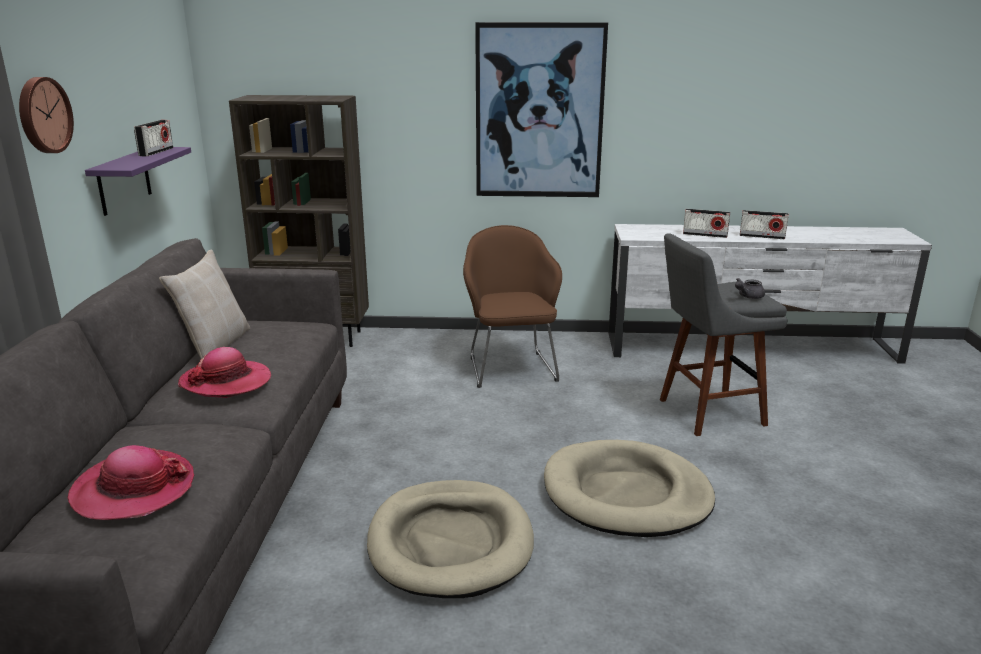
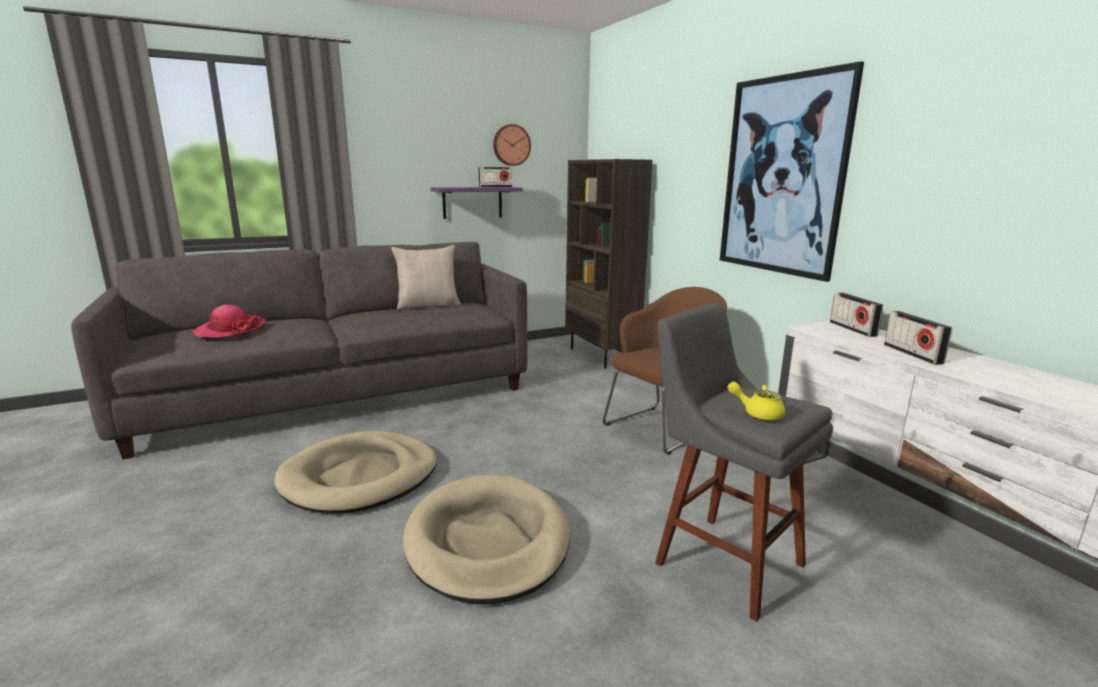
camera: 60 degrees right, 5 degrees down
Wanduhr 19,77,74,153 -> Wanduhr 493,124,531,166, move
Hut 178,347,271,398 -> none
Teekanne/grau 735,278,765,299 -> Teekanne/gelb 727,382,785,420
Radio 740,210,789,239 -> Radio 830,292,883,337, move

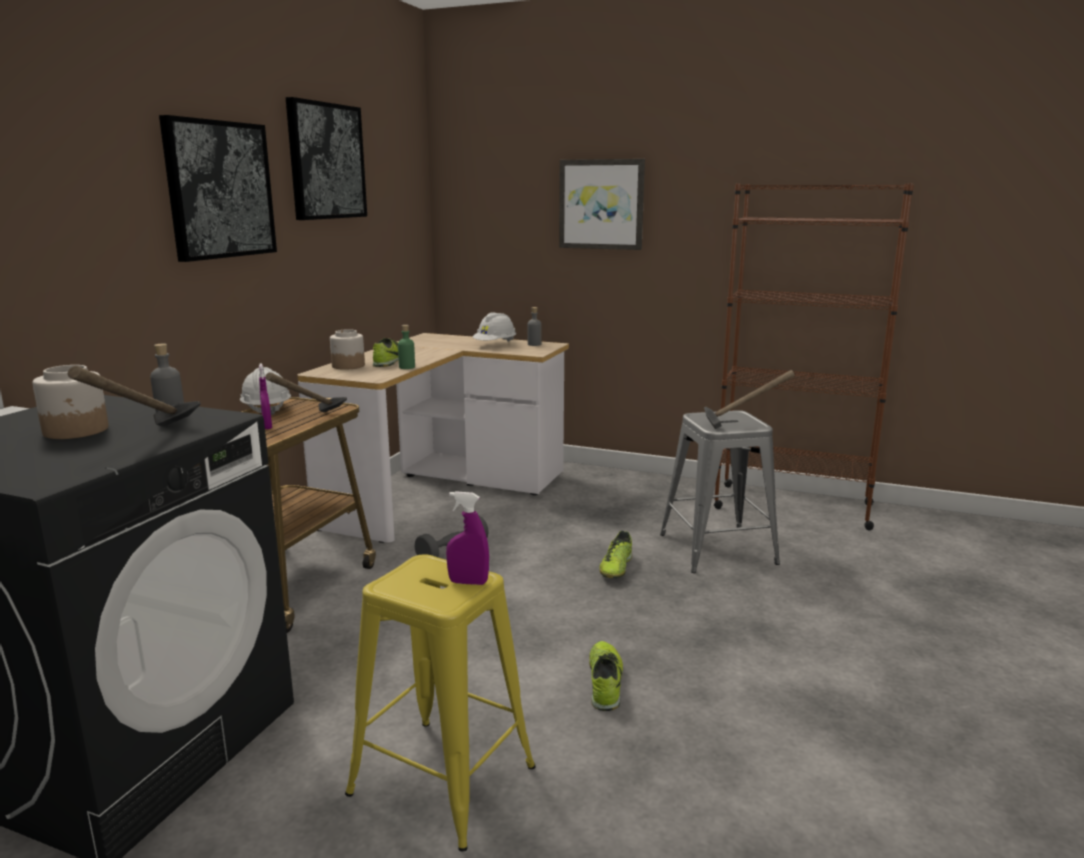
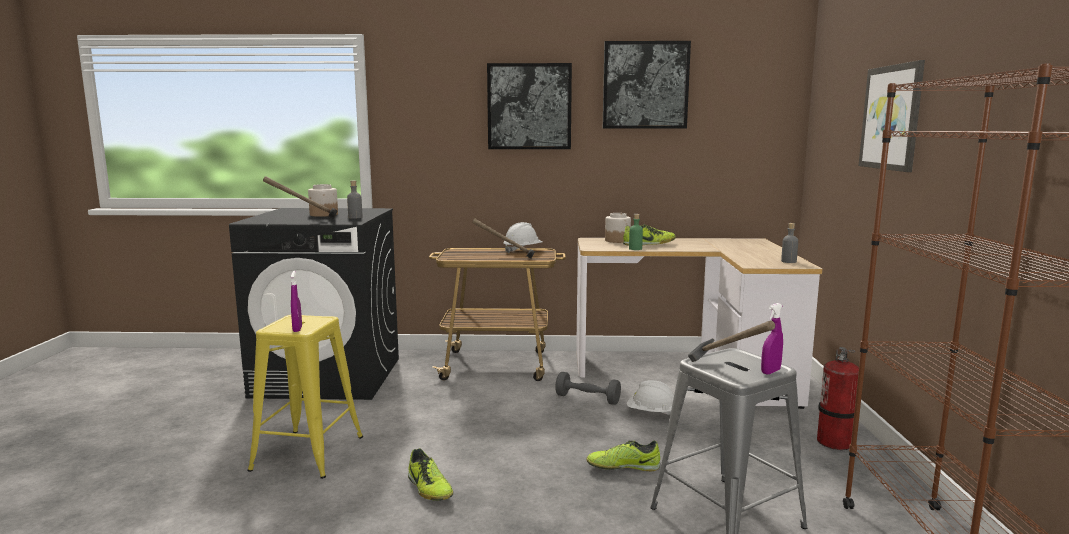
camera: 70 degrees right, 5 degrees down
Sprühflasche/lila 259,363,272,429 -> Sprühflasche/lila 761,303,783,375, move
Schutzhelm/weiß 473,312,516,342 -> Schutzhelm/weiß 627,380,674,415, move
Schuh 589,641,623,711 -> Schuh 408,448,453,501, 75 degrees clockwise
none -> Feuerlöscher 817,347,859,450

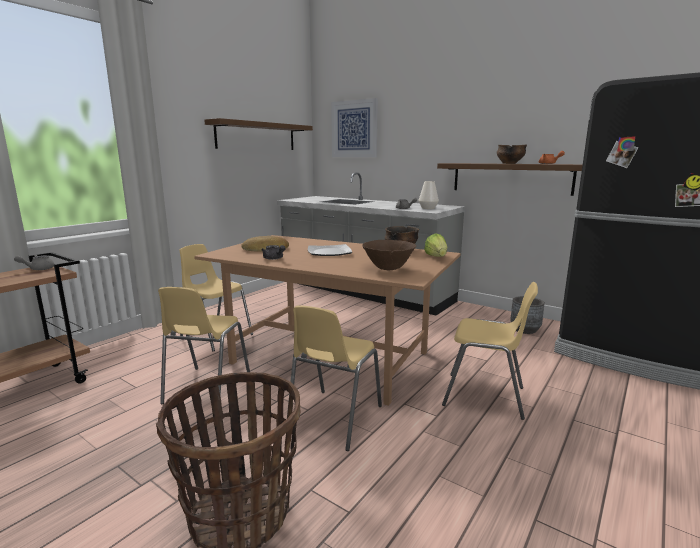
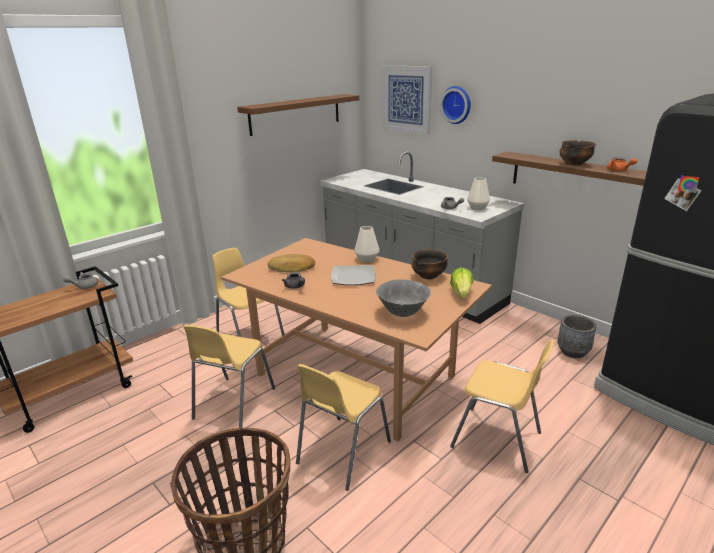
camera: 10 degrees right, 10 degrees up
Schüssel/braun 362,240,416,270 -> Schüssel/grau 376,279,431,317
none -> Vase/weiß 354,226,379,262
none -> Wanduhr 440,86,471,124

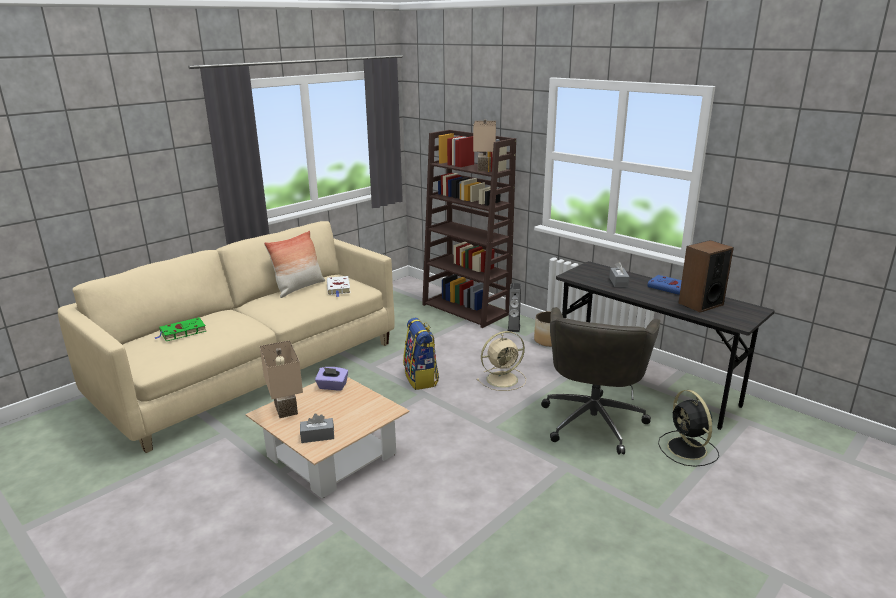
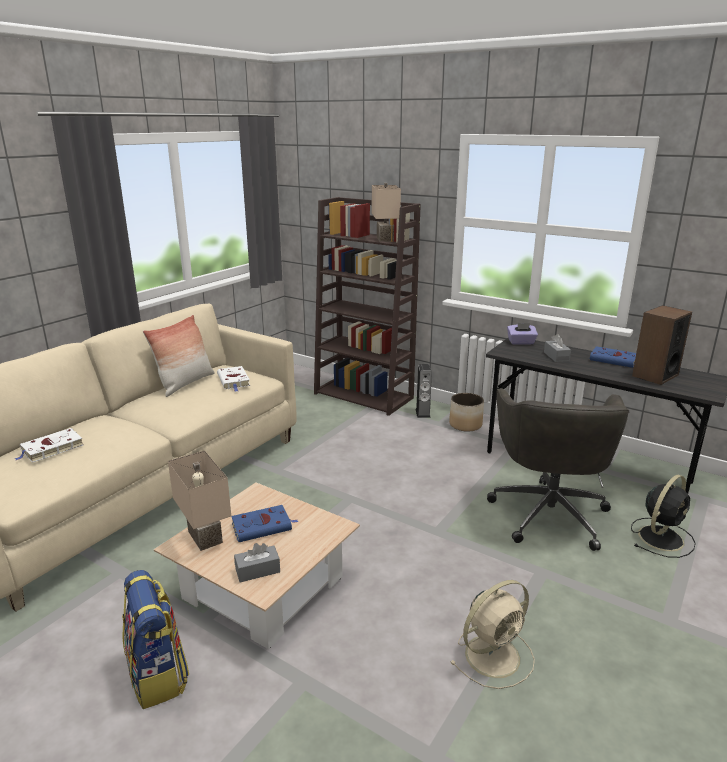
camera: 10 degrees left, 0 degrees up
Buch/grün 155,317,206,341 -> Buch/weiß 15,428,83,463
Taschentuchbox/lila 315,367,348,390 -> Taschentuchbox/lila 507,323,538,345, move
Rucksack 403,318,439,390 -> Rucksack 122,570,189,709, move
Ventilator/beige 477,331,526,391 -> Ventilator/beige 450,580,535,689, move
Ventilator/schwarz 658,390,719,467 -> Ventilator/schwarz 631,475,696,558, 105 degrees counterclockwise
none -> Buch/blau 231,505,299,542

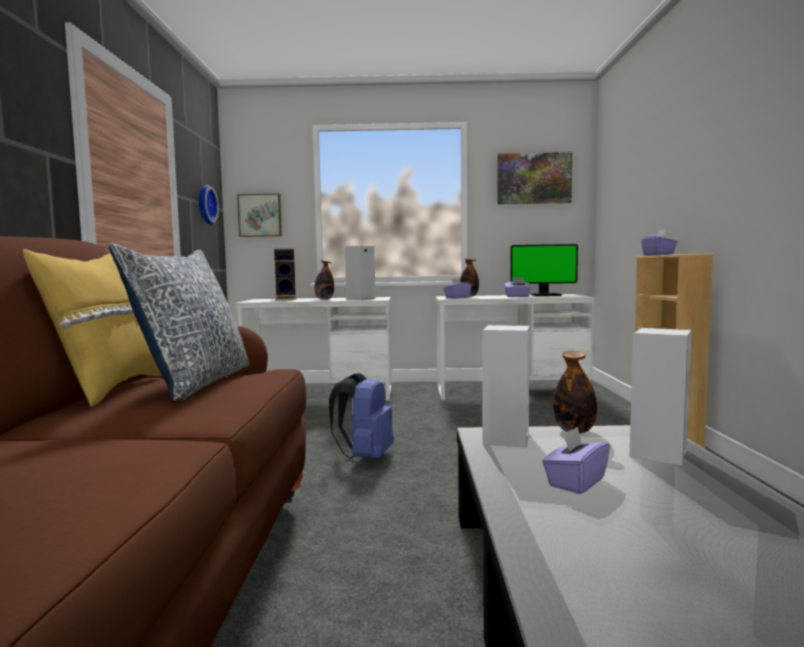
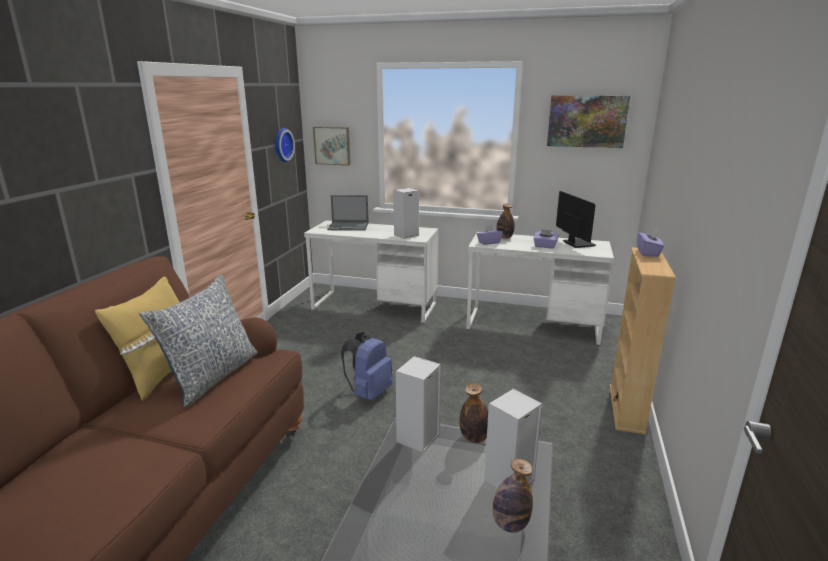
camera: 15 degrees right, 15 degrees up
Lautsprecher 273,248,297,300 -> Laptop 327,195,369,231
Flasche 315,261,334,299 -> Flasche 493,459,533,533, move
Monitor 510,244,578,296 -> Monitor 556,191,596,248, 120 degrees counterclockwise
Taschentuchbox/lila 542,427,610,494 -> none

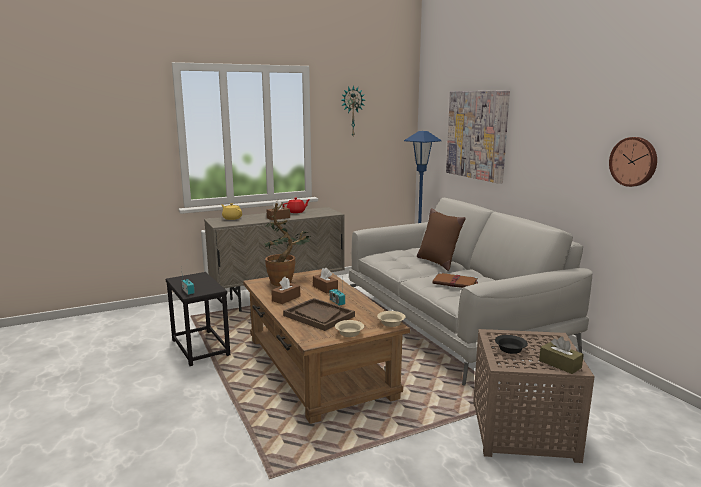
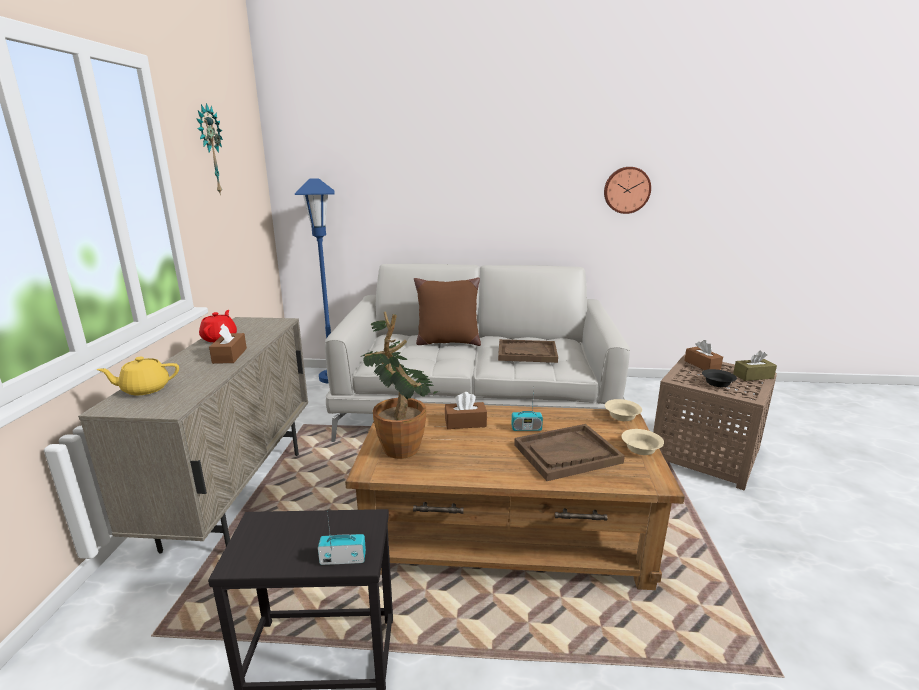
camera: 60 degrees left, 5 degrees up
Taschentuchbox/braun 271,277,300,304 -> Taschentuchbox/braun 684,340,723,370, move
Buch/braun 433,272,478,288 -> Tablett/braun 498,339,558,363
Bild 446,90,510,184 -> none

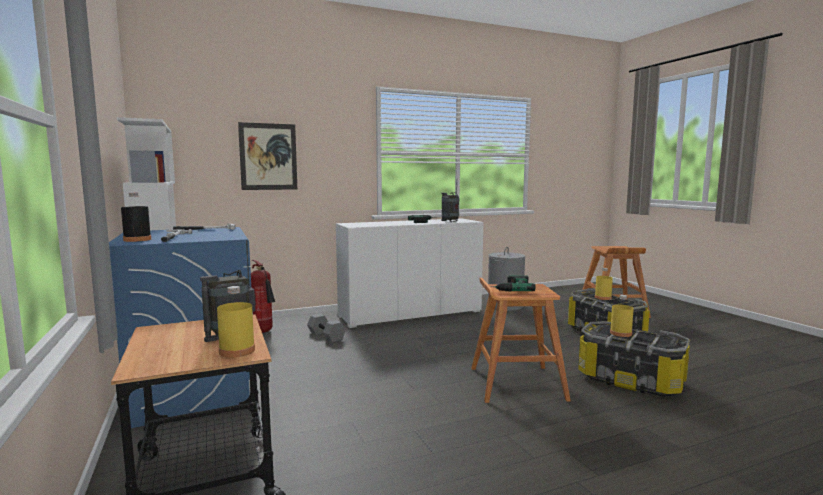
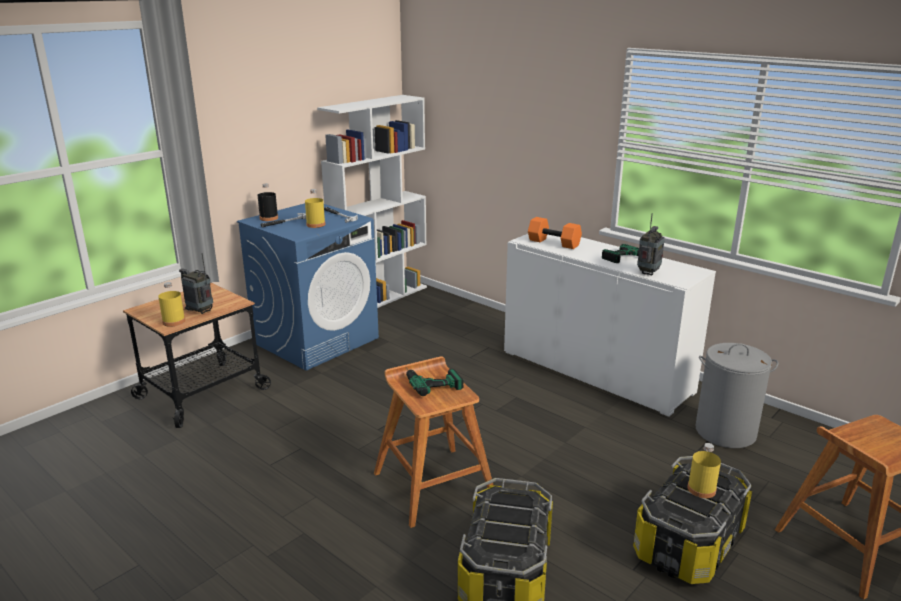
camera: 65 degrees right, 15 degrees up
Bild 238,122,297,190 -> none
Feuerlöscher 251,260,275,333 -> none
Hantel/grau 307,314,346,343 -> none
Flasche/gelb 610,295,634,337 -> Flasche/gelb 305,189,325,228, move
none -> Hantel/orange 528,217,582,249

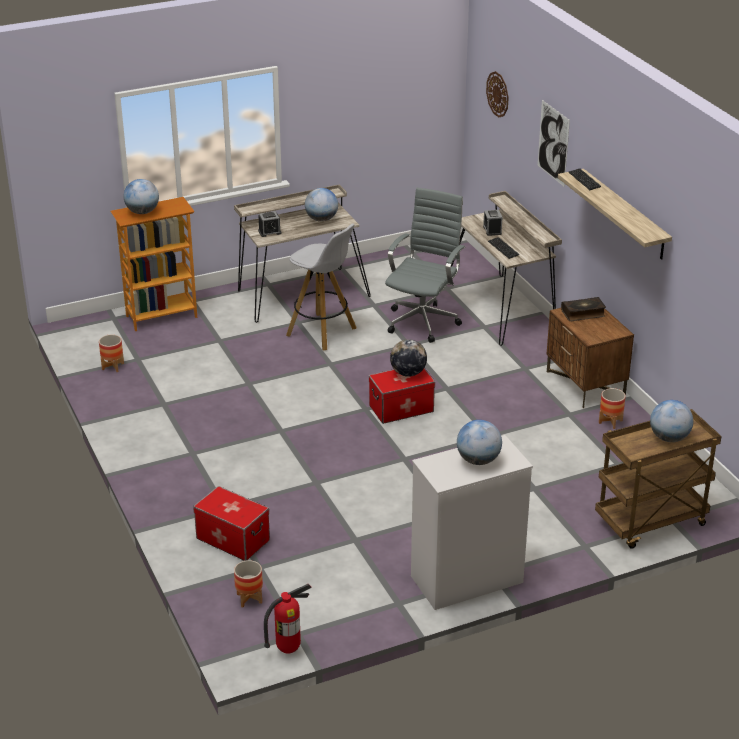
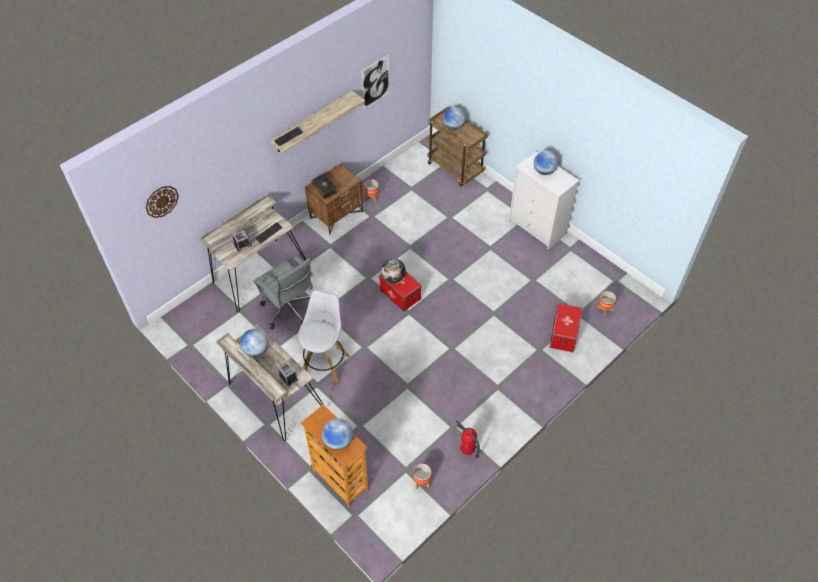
camera: 110 degrees left, 20 degrees up
Feuerlöscher 264,584,312,654 -> Feuerlöscher 456,421,480,458, move
Bürostuhl/grau 385,188,465,343 -> Bürostuhl/grau 253,256,314,329, 135 degrees counterclockwise
Bild 538,100,570,187 -> Bild 361,54,389,109, move

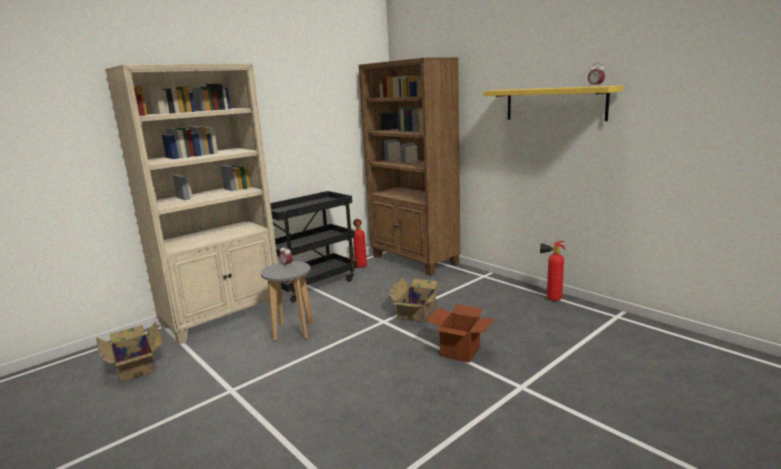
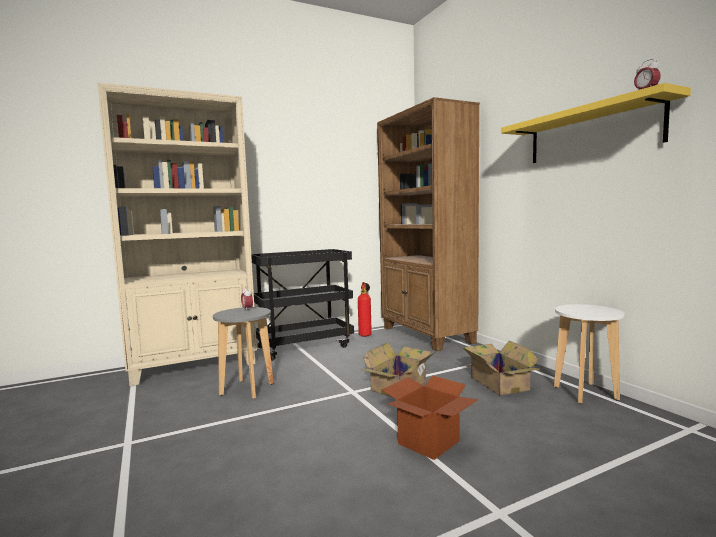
camera: 15 degrees right, 10 degrees down
Karton 96,322,163,383 -> Karton 462,341,540,396, move
Feuerlöscher 540,241,565,301 -> Hocker/weiß 554,304,624,404

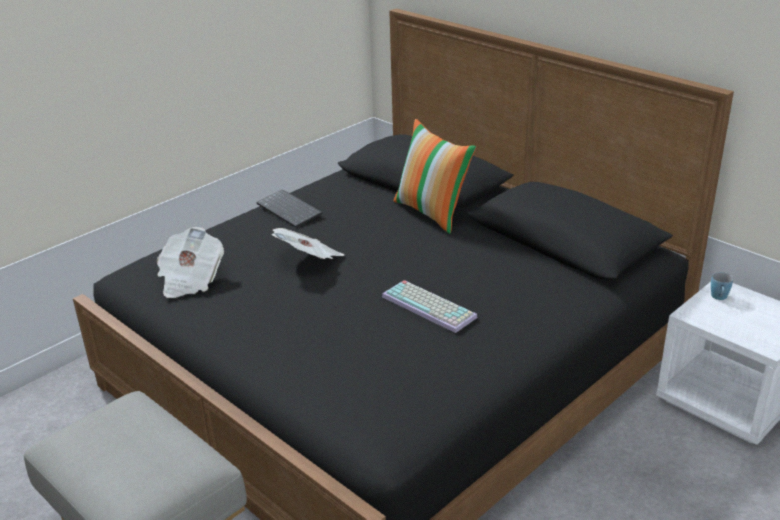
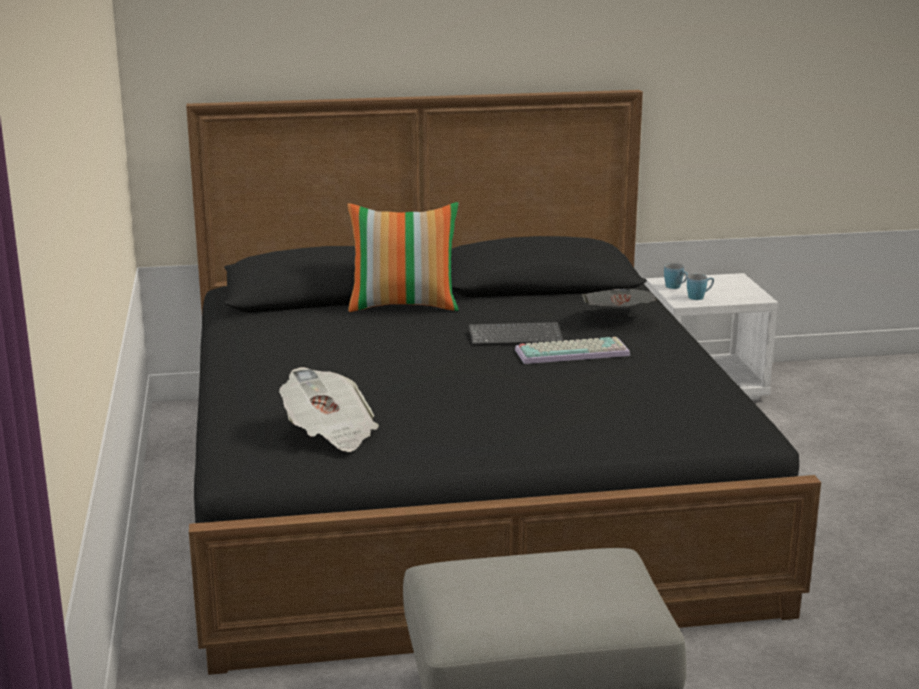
camera: 55 degrees left, 10 degrees down
Tastatur 256,189,322,228 -> Tastatur 469,322,563,346, move
Zeitung 271,228,344,259 -> Zeitung 581,289,657,306, move
none -> Henkelbecher/blau 687,274,714,300

